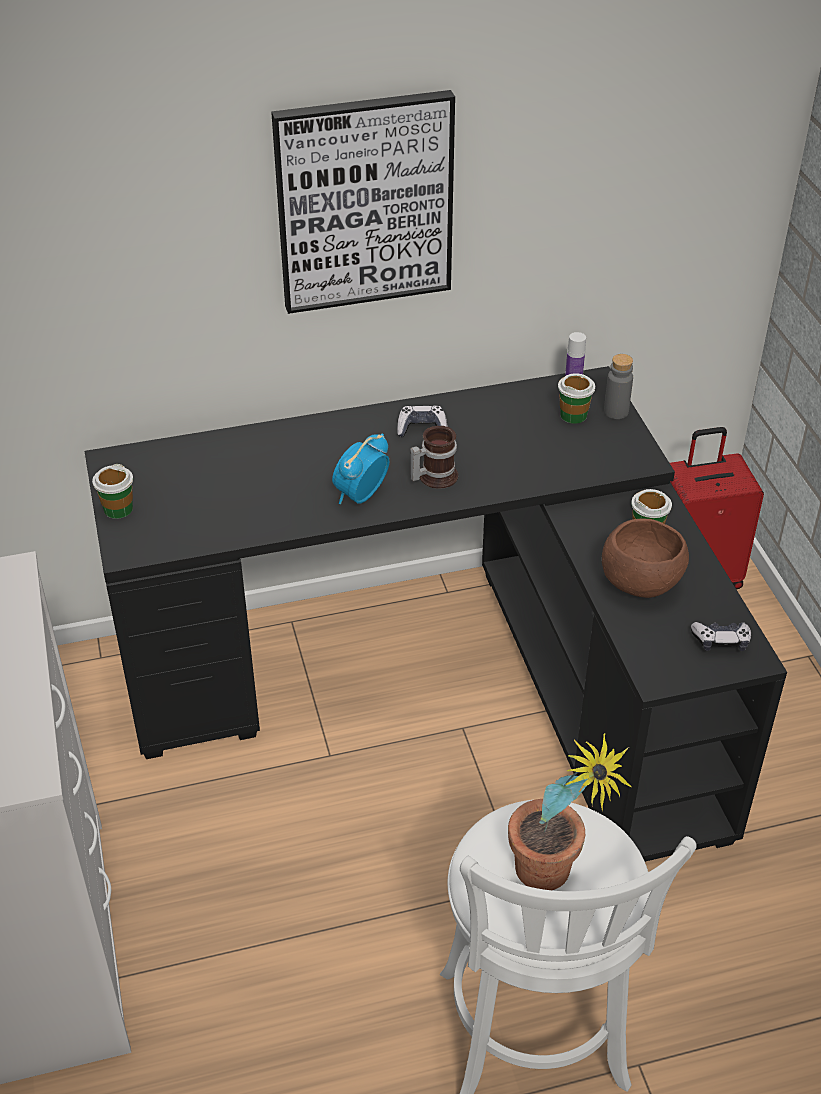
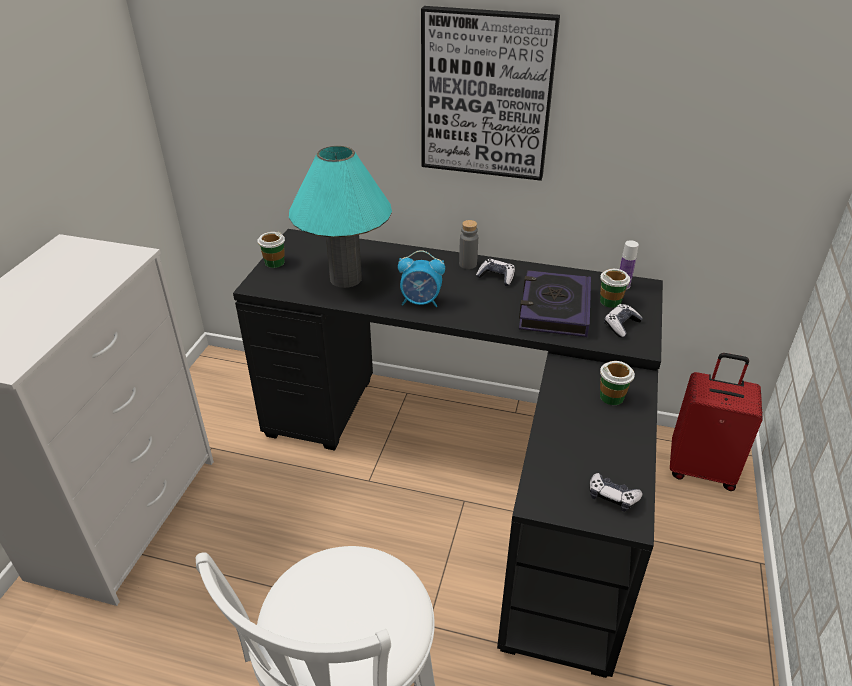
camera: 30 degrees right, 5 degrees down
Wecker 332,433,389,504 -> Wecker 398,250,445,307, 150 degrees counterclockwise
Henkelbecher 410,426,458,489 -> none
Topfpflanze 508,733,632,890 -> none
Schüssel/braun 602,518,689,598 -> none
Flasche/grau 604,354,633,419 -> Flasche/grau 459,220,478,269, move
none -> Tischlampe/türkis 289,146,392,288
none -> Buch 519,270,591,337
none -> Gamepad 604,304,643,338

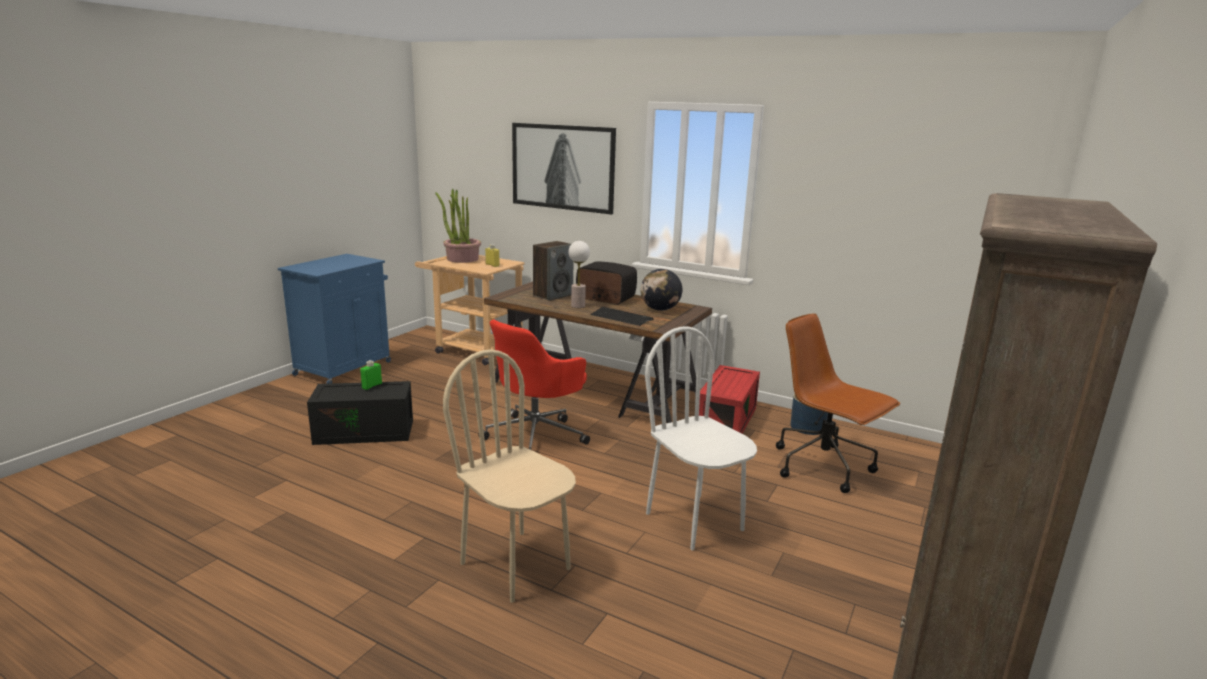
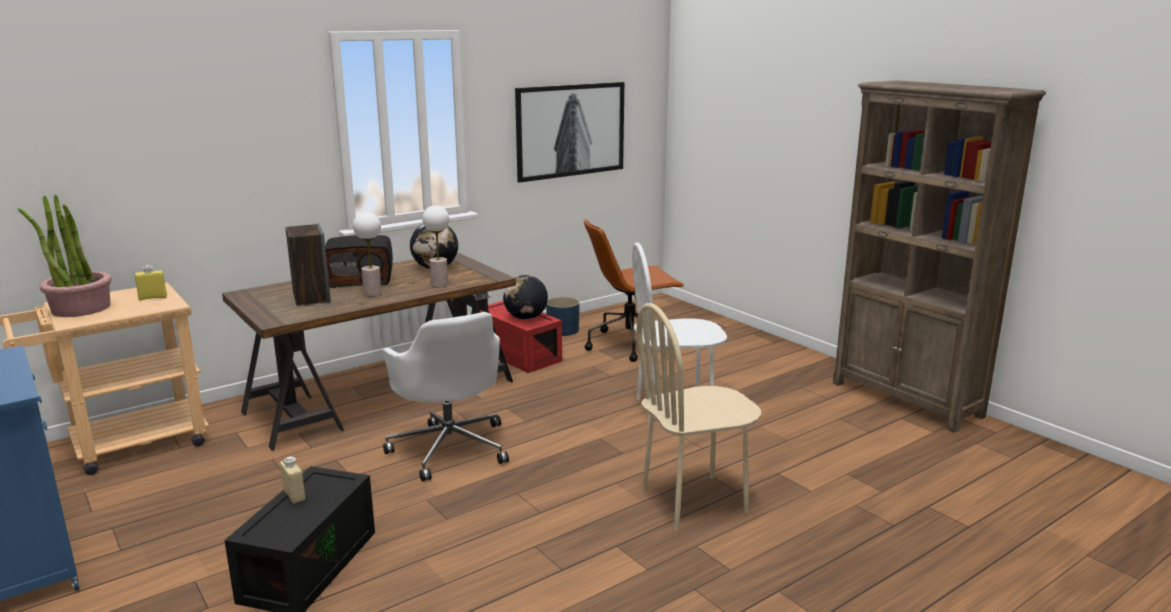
camera: 65 degrees left, 0 degrees up
Flasche/grün 360,360,382,390 -> Flasche/beige 280,456,305,503
Bürostuhl/rot 484,319,590,450 -> Bürostuhl/weiß 382,312,509,482
Bild 512,123,616,214 -> Bild 515,82,624,183, move
Radio 576,262,637,305 -> Radio 325,235,393,288, 150 degrees counterclockwise
Tastatur 590,307,653,326 -> Tischlampe 422,205,449,288
none -> Globus 503,275,548,320

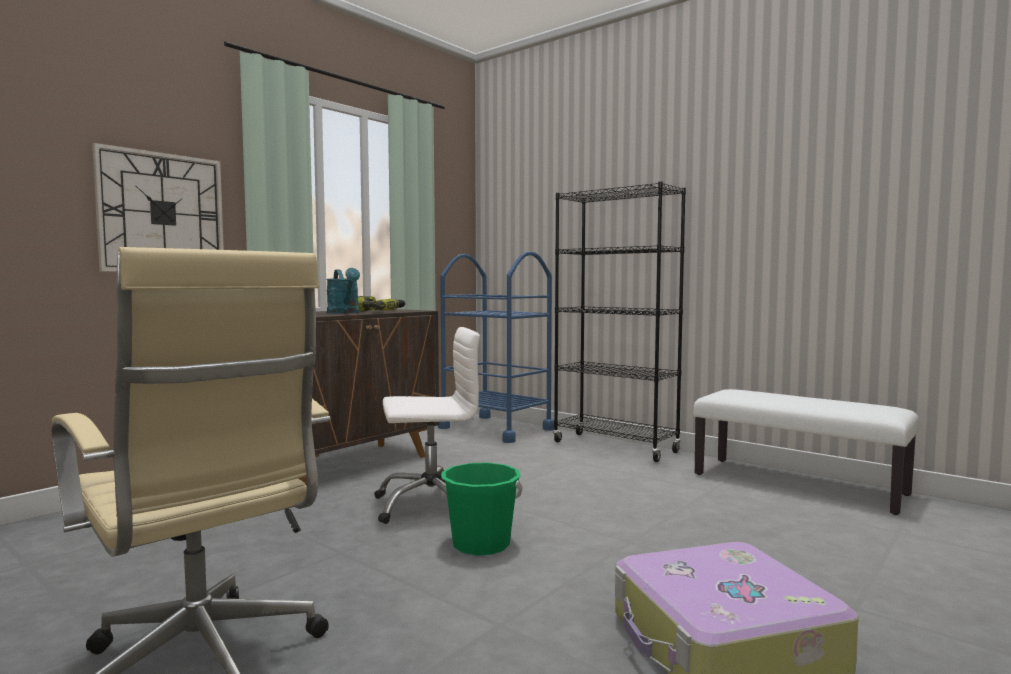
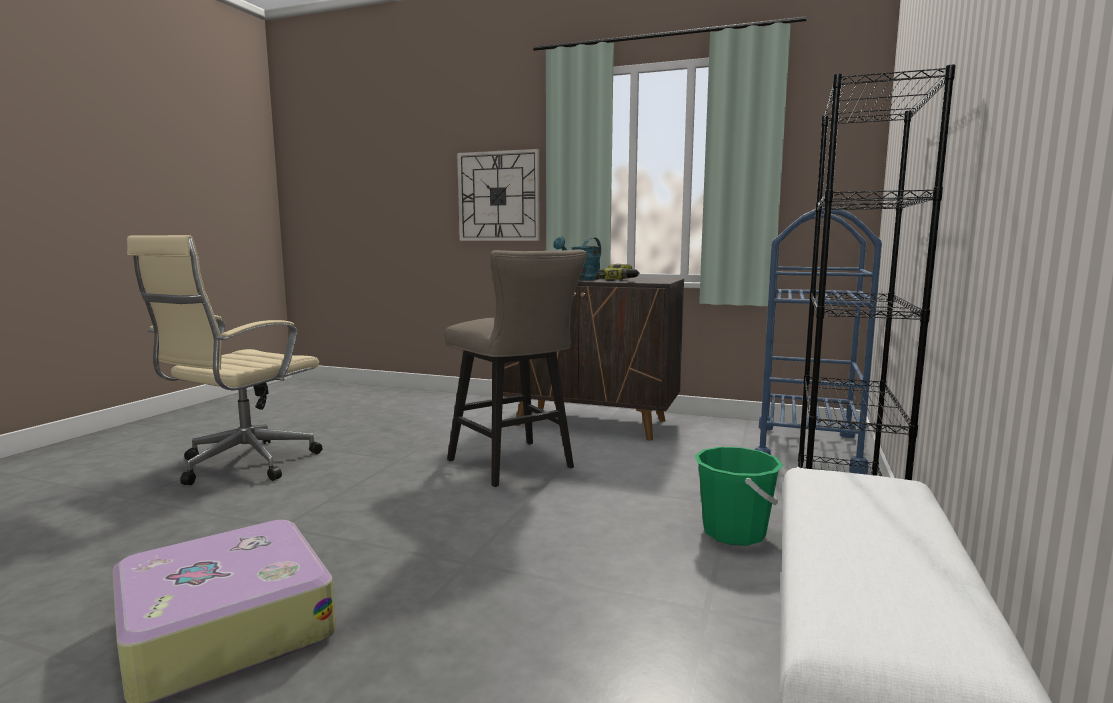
camera: 70 degrees right, 5 degrees up
Bürostuhl/weiß 374,327,480,524 -> Hocker/beige 445,249,587,487
Eimer/grün 442,463,523,556 -> Eimer/grün 695,447,783,546, move

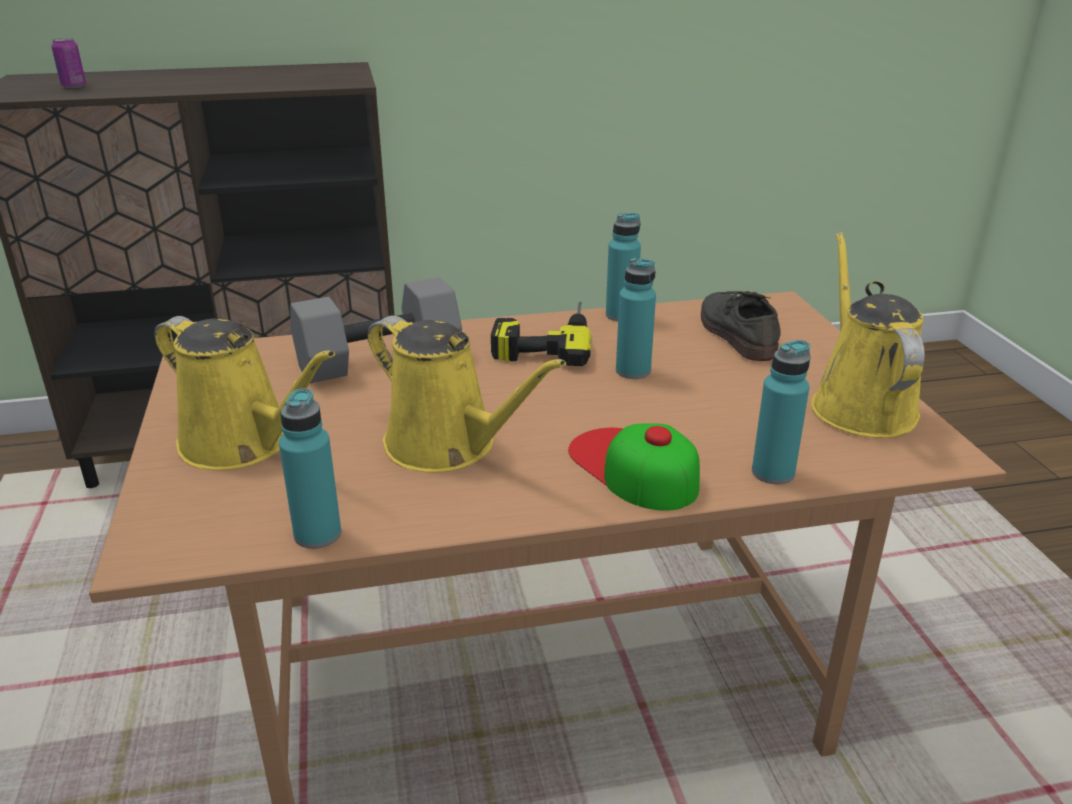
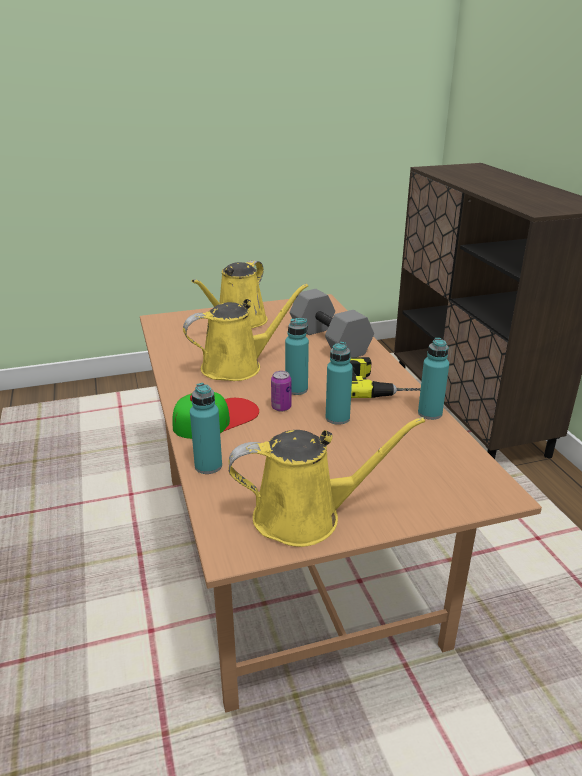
camera: 85 degrees right, 0 degrees up
Dose 51,38,86,88 -> Dose 271,371,291,412, move
Flasche/türkis 279,388,341,549 -> Flasche/türkis 285,318,309,395, move
Gießkanne/gelb 367,316,566,473 -> Gießkanne/gelb 183,283,308,381, 150 degrees counterclockwise
Schuh/grau 701,291,781,361 -> none

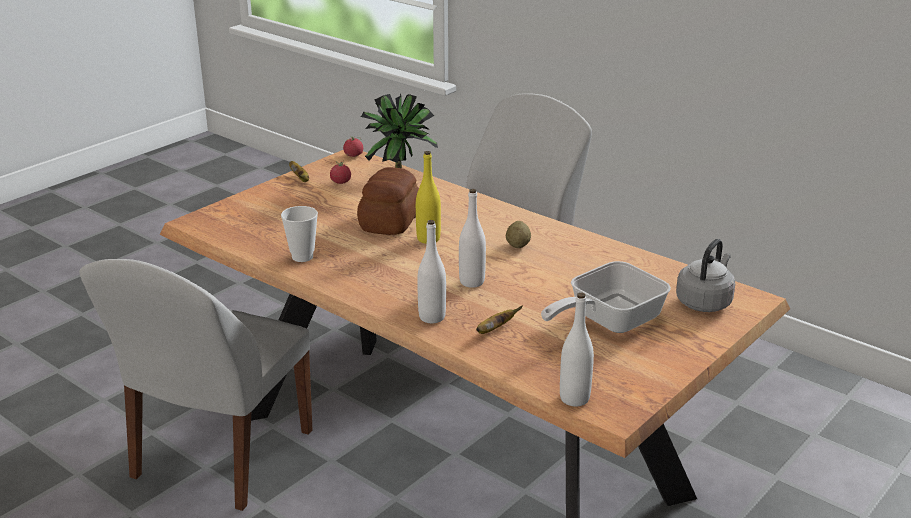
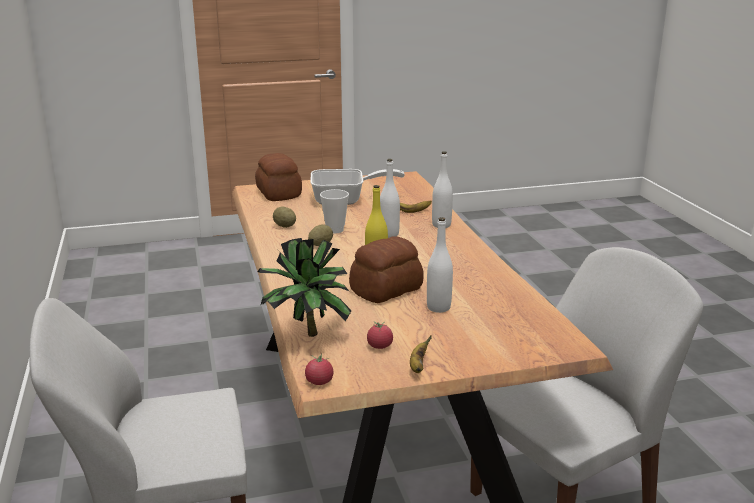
camera: 145 degrees left, 5 degrees down
Tasse 281,206,318,262 -> Tasse 320,189,349,233, move
Flasche/weiß 560,293,594,406 -> Flasche/weiß 427,217,453,313, move
Wasserkessel/grau 676,239,735,312 -> Brot 255,153,302,201
none -> Kartoffel 273,207,296,228

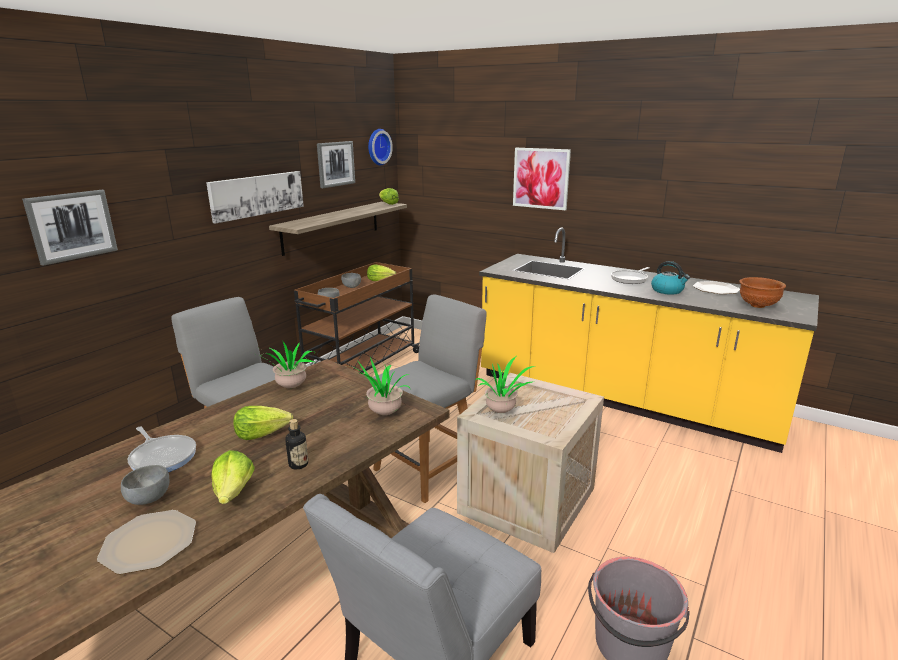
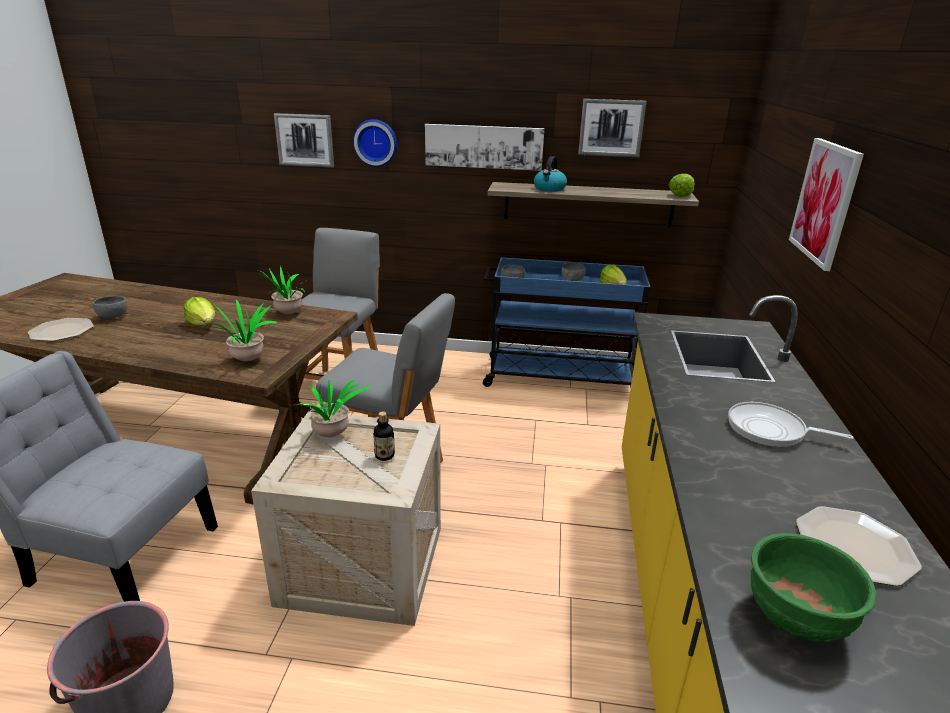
camera: 65 degrees right, 5 degrees up
Pfanne 128,427,196,472 -> none
Salatkopf 211,450,255,504 -> none
Flasche 285,419,308,470 -> Flasche 373,412,395,461, move
Rollwagen/braun 294,262,420,373 -> Rollwagen/blau 483,258,651,389
Wanduhr 368,129,393,165 -> Wanduhr 353,119,397,167, move
Wasserkessel 651,261,690,295 -> Wasserkessel 534,156,567,192, move
Schüssel/braun 740,277,786,308 -> Schüssel/grün 751,533,876,642

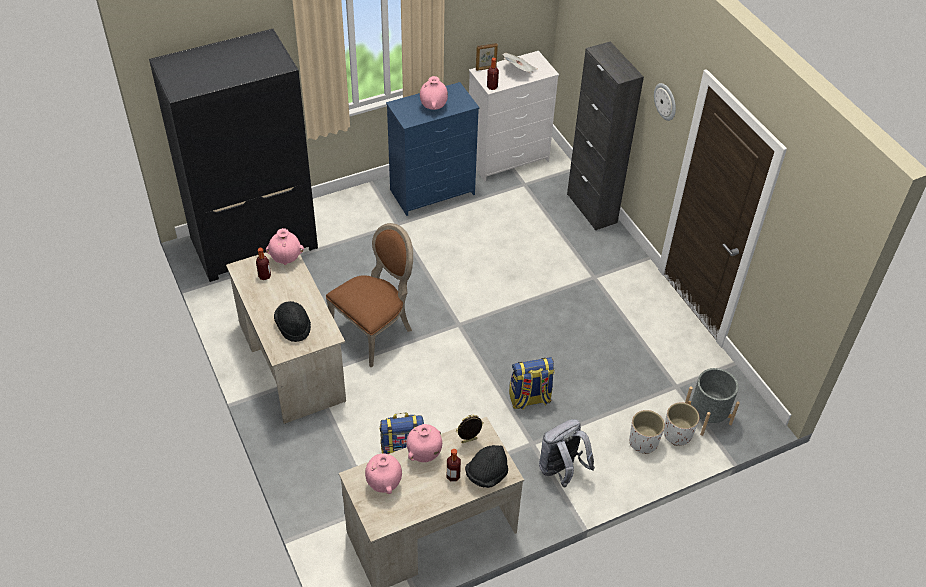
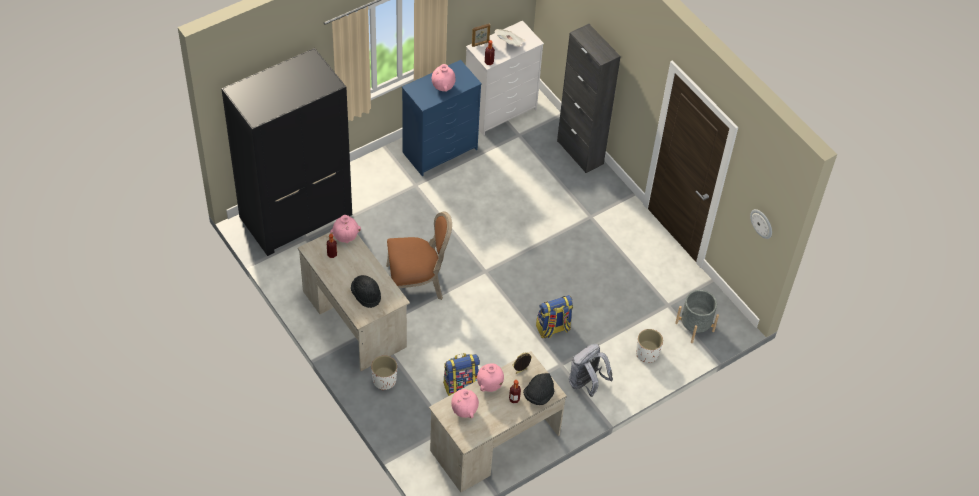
camera: 10 degrees left, 5 degrees up
Stuhl/braun 326,223,413,367 -> Stuhl/braun 386,211,452,300, 45 degrees clockwise
Wanduhr 654,83,676,121 -> Wanduhr 750,209,772,239, move
Pflanzkübel/weiß 663,402,699,446 -> Pflanzkübel/weiß 371,355,397,390, move

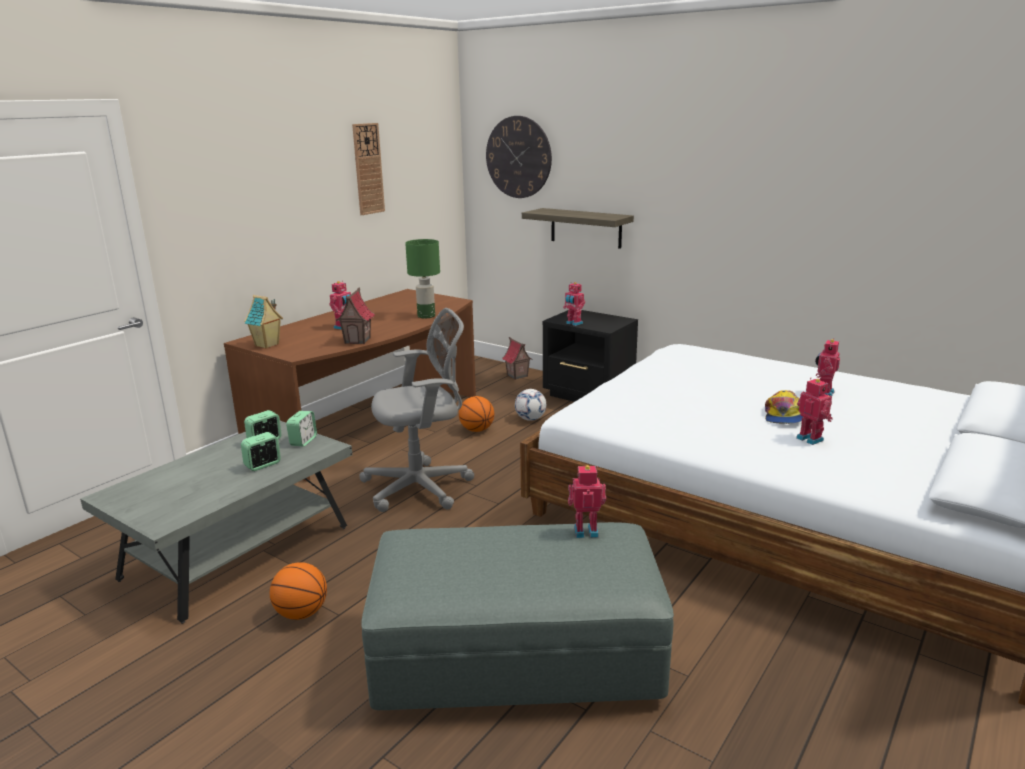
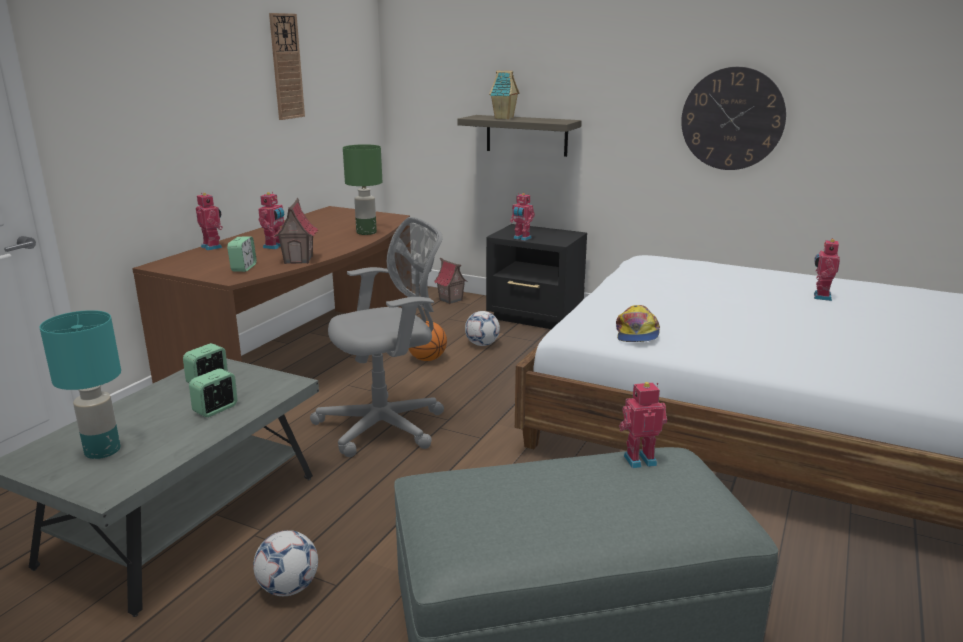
camera: 10 degrees left, 0 degrees up
Spielzeughaus 244,295,283,349 -> Spielzeughaus 489,70,519,119, move
Basketball 270,562,327,620 -> Fußball 253,530,318,596
Wecker 286,411,317,446 -> Wecker 227,236,257,272, move
Wanduhr 486,116,552,198 -> Wanduhr 681,67,786,170, move
Kappe 765,390,803,424 -> Kappe 616,305,660,342, move
Spielzeugroboter 796,379,833,445 -> Spielzeugroboter 196,193,223,250, move
none -> Tischlampe/türkis 40,310,121,459

